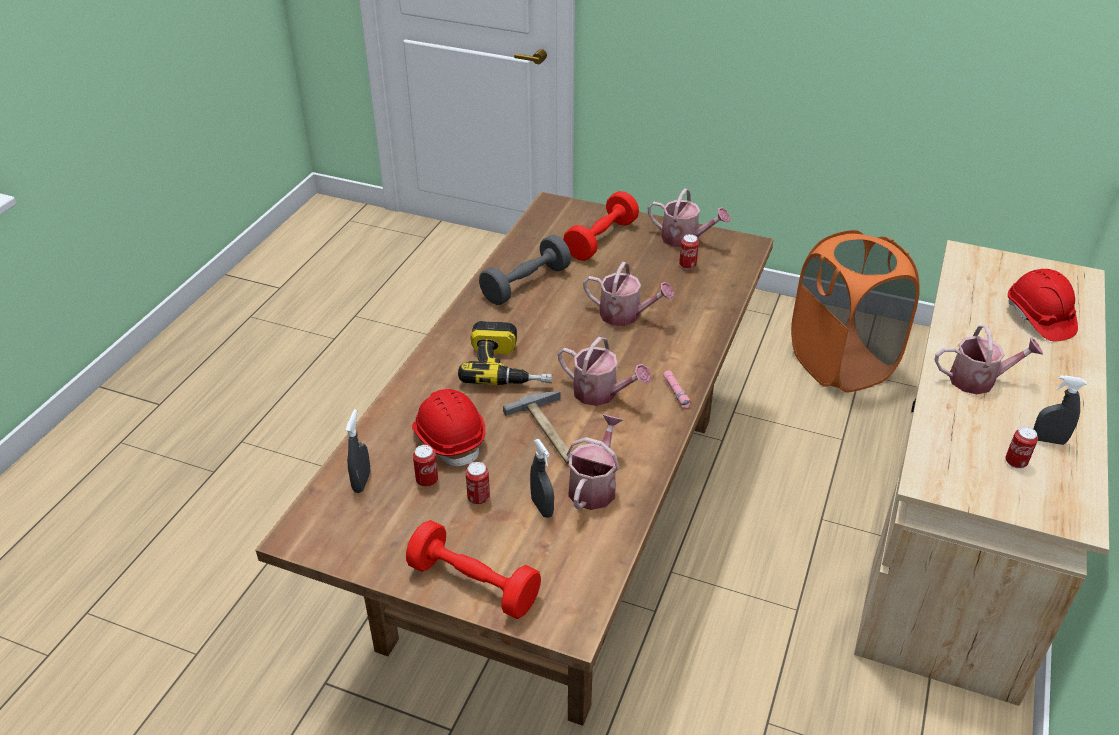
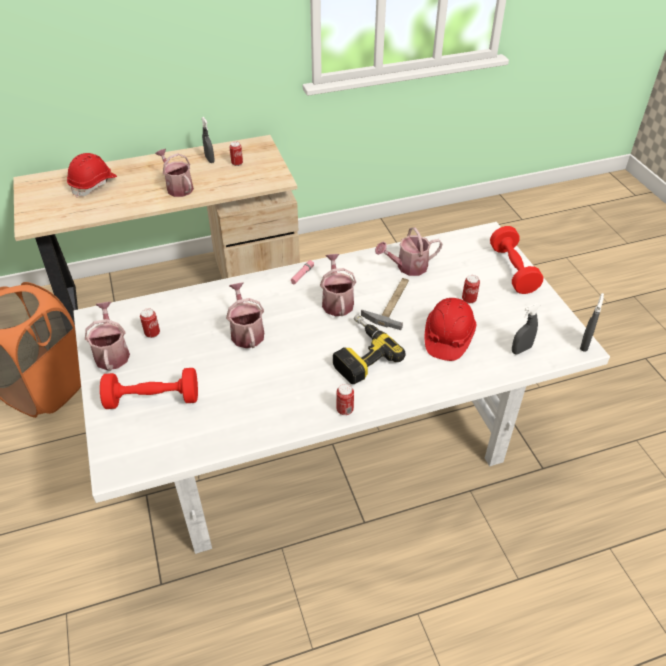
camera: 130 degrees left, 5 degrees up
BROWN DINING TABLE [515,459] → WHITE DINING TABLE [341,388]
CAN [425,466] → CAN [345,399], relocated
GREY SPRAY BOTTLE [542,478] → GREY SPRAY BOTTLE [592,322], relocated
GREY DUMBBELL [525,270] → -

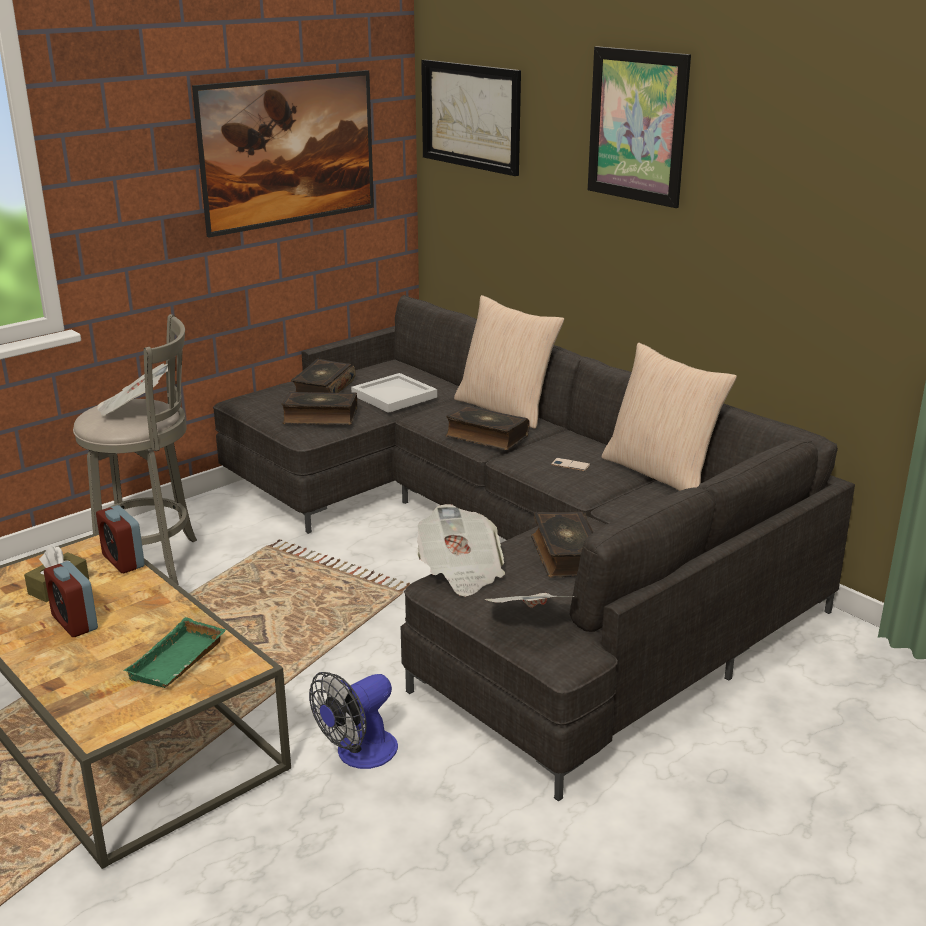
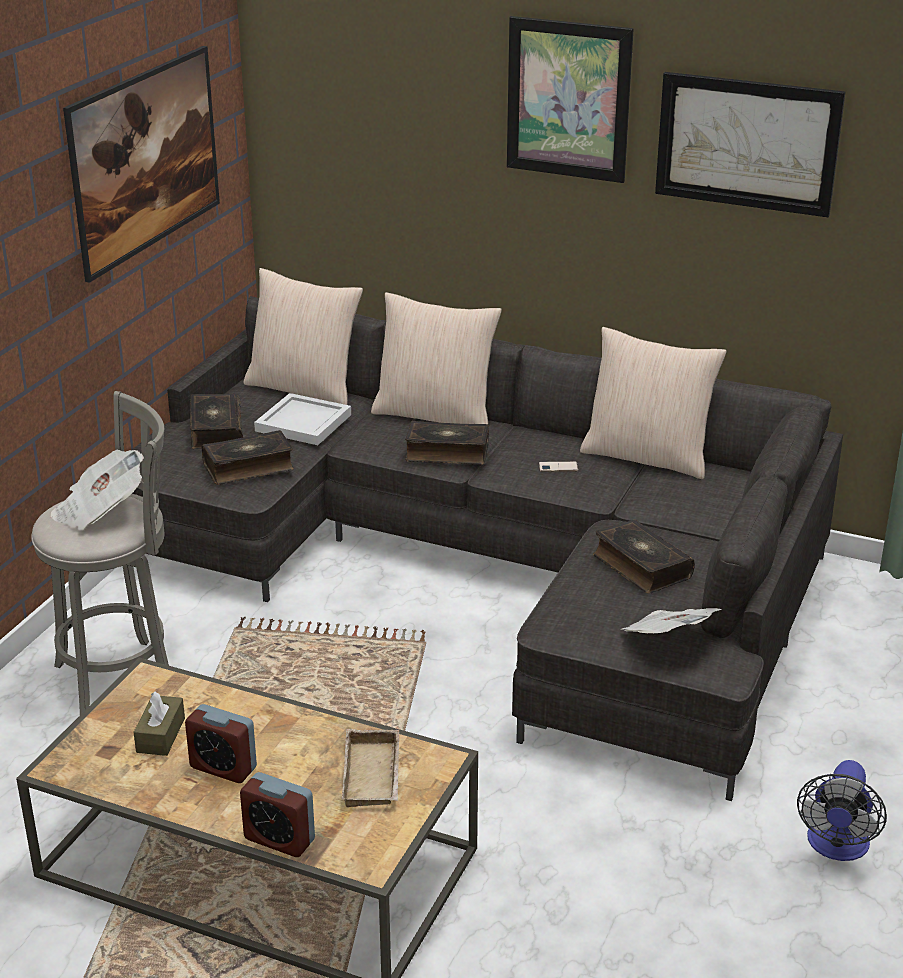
camera: 25 degrees left, 5 degrees up
ALARM CLOCK [120,539] → ALARM CLOCK [277,814], relocated
- → BEIGE PILLOW [303,336]
GREEN TRAY [174,652] → BEIGE TRAY [371,768]
PICTURE [471,118] → PICTURE [750,144], relocated
FAN [353,720] → FAN [842,810], relocated
NEWSPAPER [461,550] → -

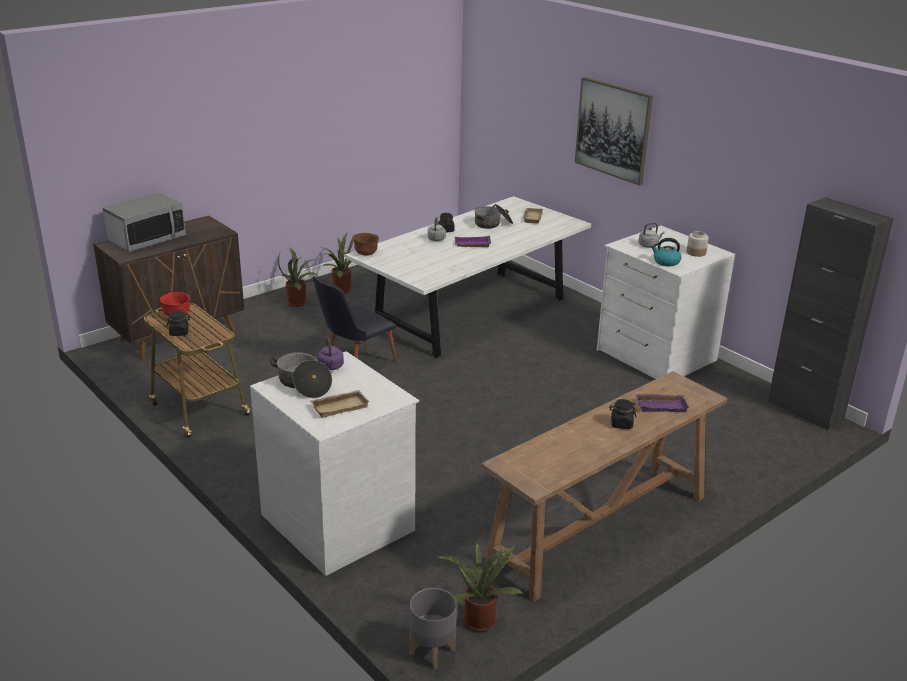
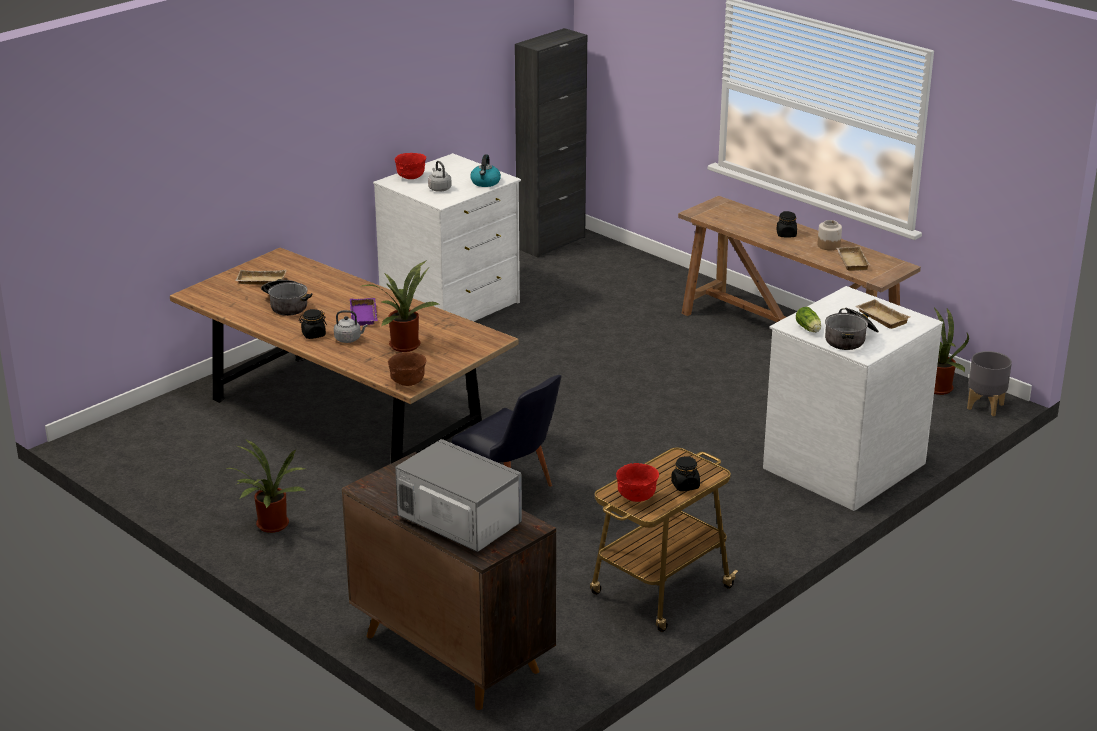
camera: 95 degrees left, 0 degrees up
WHITE DINING TABLE [468,277] → BROWN DINING TABLE [344,355]
POTTED PLANT [298,277] → POTTED PLANT [400,306], relocated
- → RED BOWL [410,166]
PURPLE KETTLE [330,353] → LETTUCE [808,319]
JAR [698,244] → JAR [829,235], relocated
- → BEIGE TRAY [853,259]
PICTURE [614,131] → -
PURPLE TRAY [662,403] → -

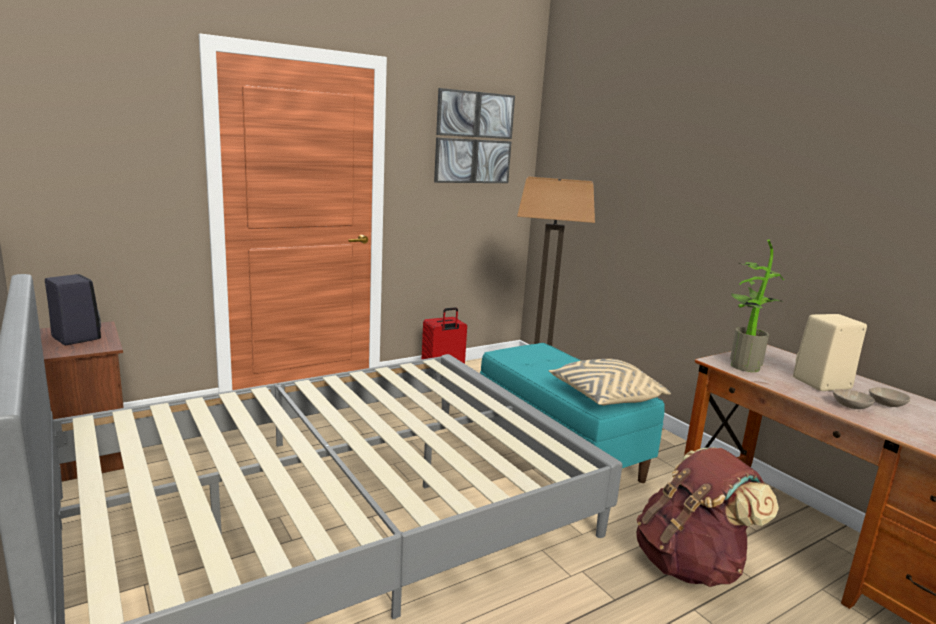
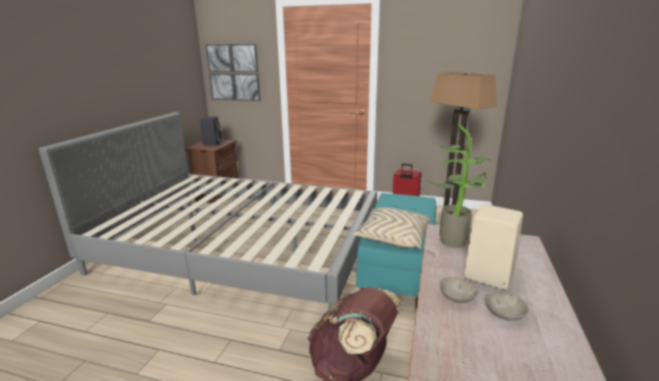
camera: 50 degrees right, 5 degrees up
PICTURE [474,135] → PICTURE [233,72], relocated

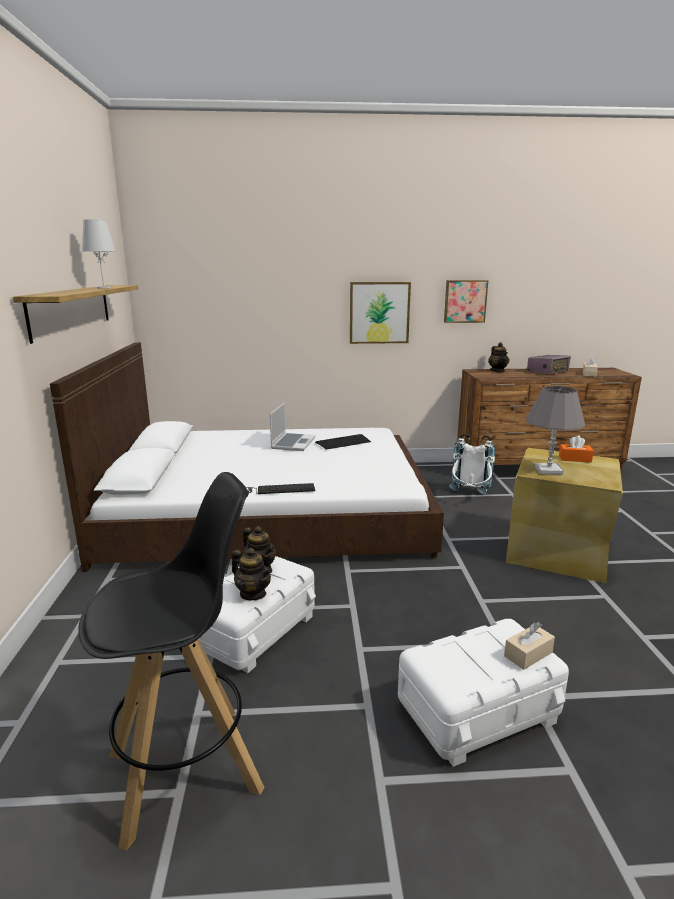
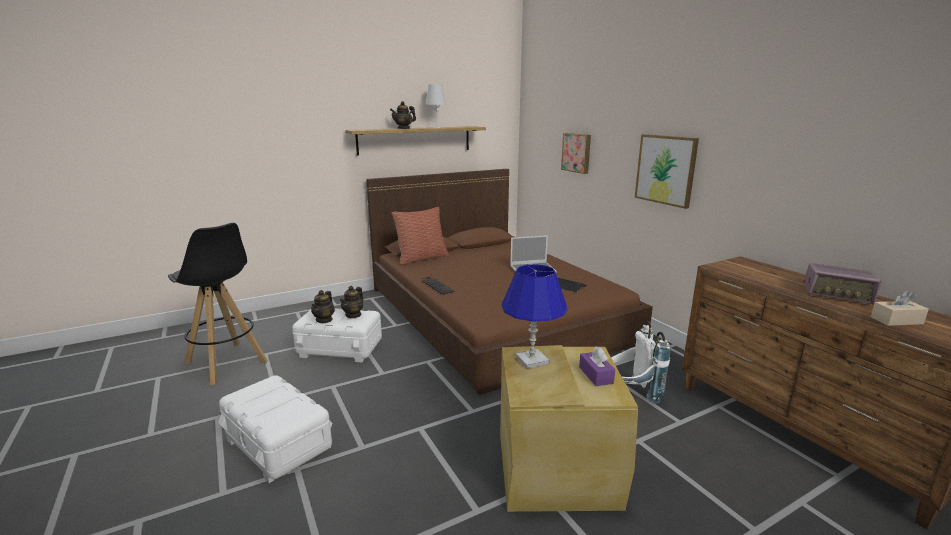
camera: 65 degrees right, 0 degrees up
WHITE BED [247,457] → BROWN BED [509,282]
TEAPOT [498,357] → TEAPOT [403,115], relocated
- → PILLOW [420,236]
GREY TABLE LAMP [556,430] → BLUE TABLE LAMP [534,316]
PICTURE [466,301] → PICTURE [576,153], relocated
ORANGE TISSUE BOX [576,449] → PURPLE TISSUE BOX [597,366]
BEIGE TISSUE BOX [529,646] → -

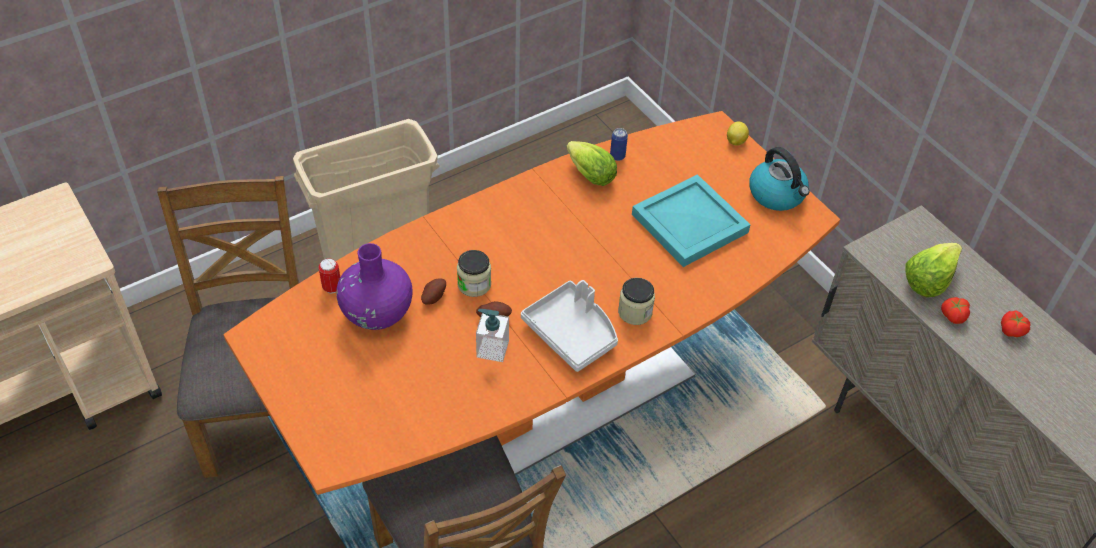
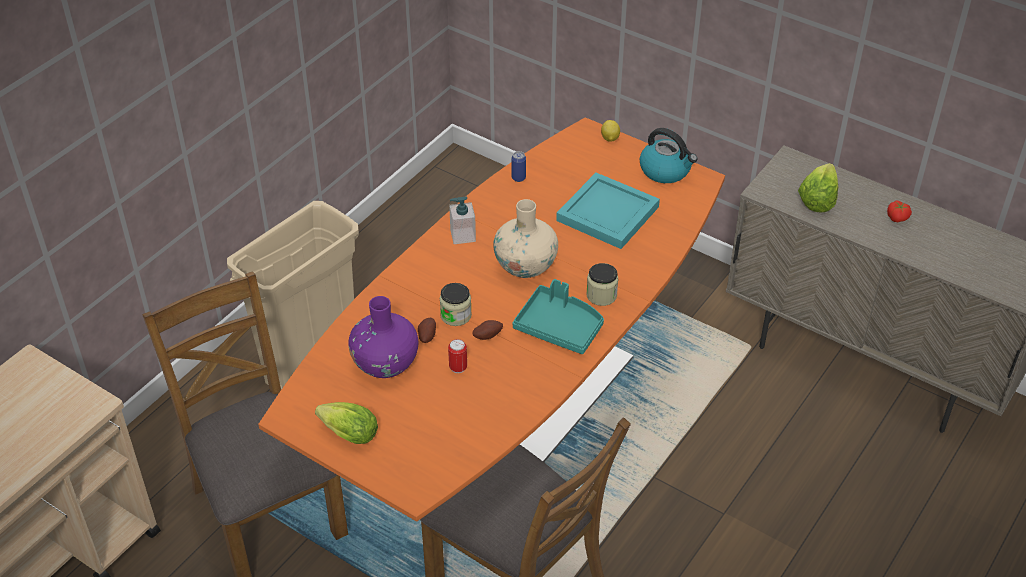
camera: 20 degrees left, 5 degrees down
LETTUCE [591,163] → LETTUCE [346,423], relocated
CAN [329,276] → CAN [457,356], relocated
SOAP DISPENSER [492,335] → SOAP DISPENSER [462,220], relocated
- → BEIGE VASE [525,238]
GREY TRAY [569,326] → TURQUOISE TRAY [558,316]
TOMATO [955,310] → -

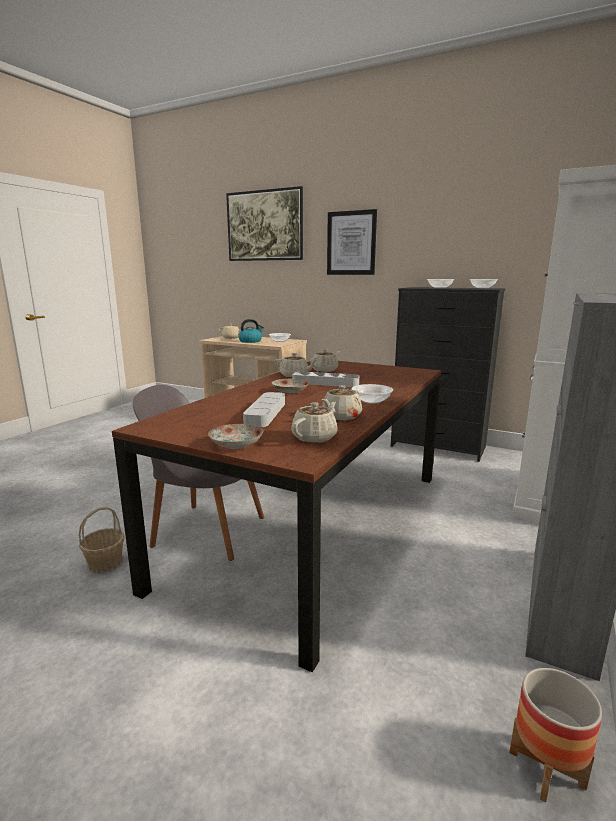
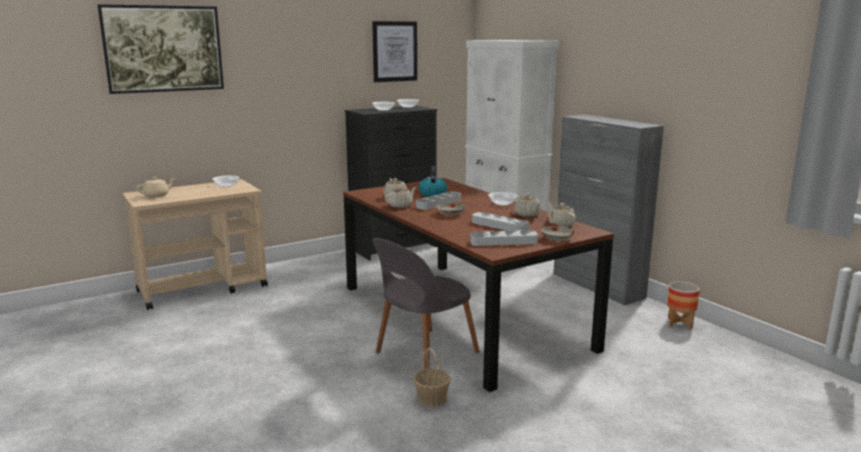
camera: 60 degrees left, 0 degrees up
PICTURE [352,242] → PICTURE [394,51], relocated
KETTLE [251,331] → KETTLE [433,181], relocated
- → GREY TRAY [504,238]

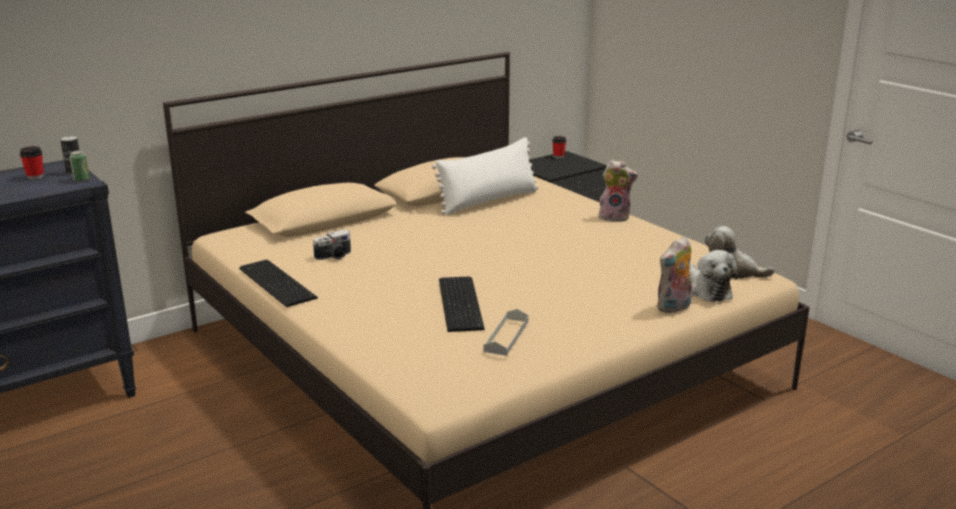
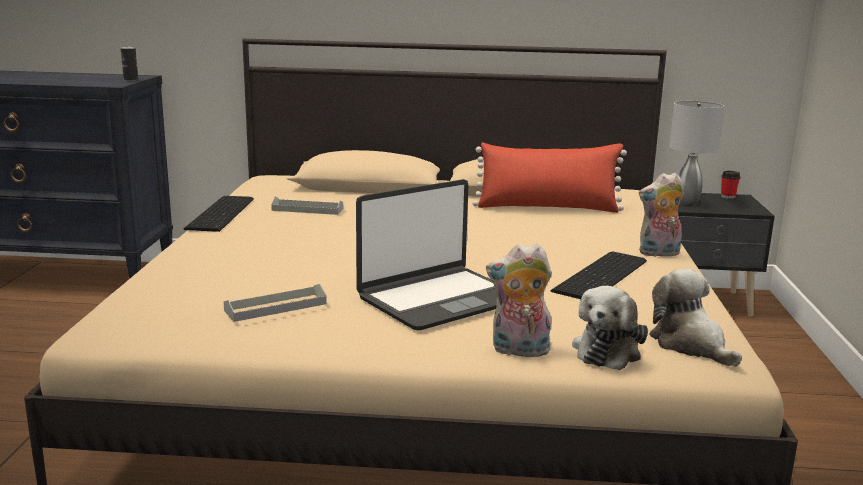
camera: 40 degrees right, 5 degrees down
PHOTO CAMERA [332,245] → GREY TRAY [307,206]
- → LAPTOP [426,254]
WHITE PILLOW [484,176] → RED PILLOW [549,178]
KEYBOARD [462,304] → KEYBOARD [599,275], relocated
PLUSH TOY [618,191] → PLUSH TOY [661,215], 120 degrees clockwise
- → GREY TABLE LAMP [696,153]
CUP [32,163] → -
CAN [80,166] → -

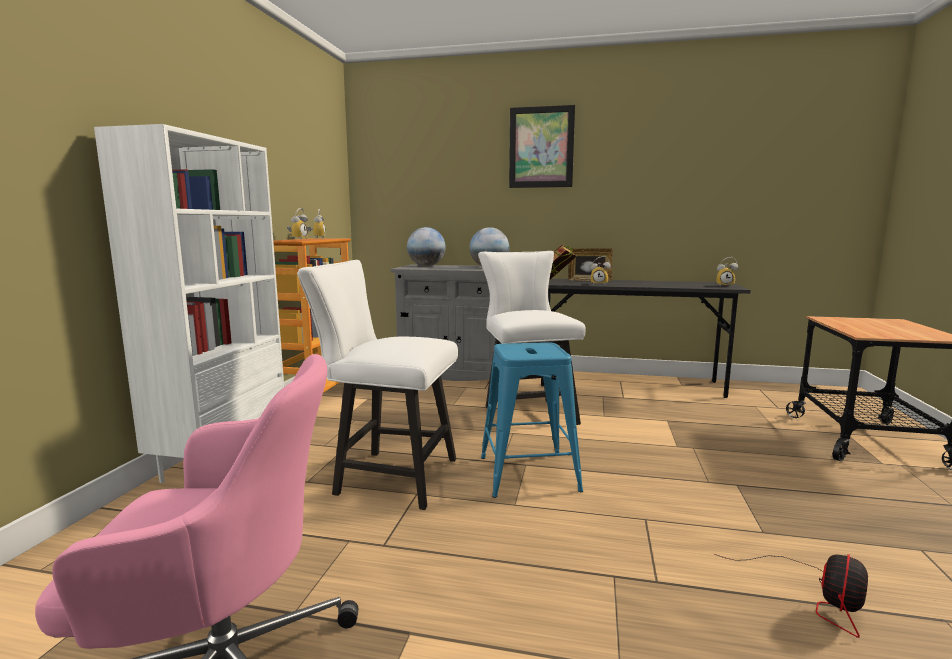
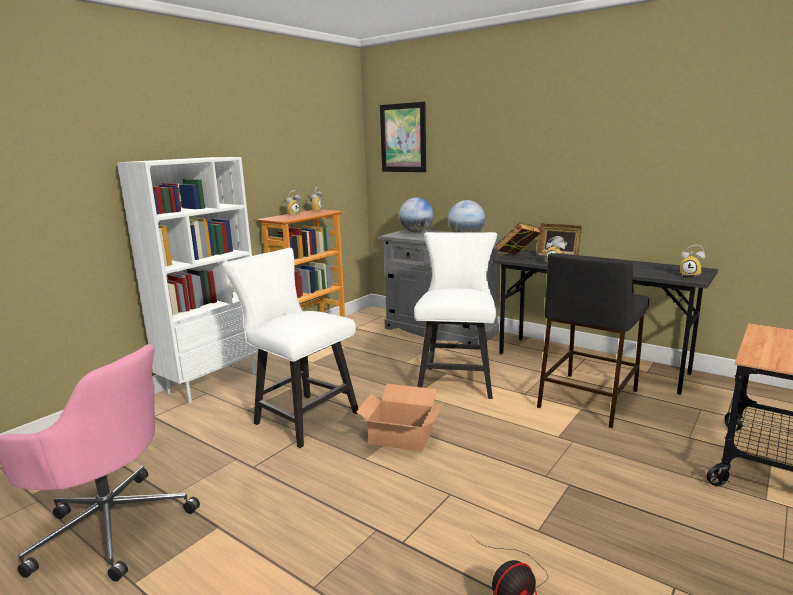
camera: 25 degrees right, 5 degrees up
BLUE STOOL [532,420] → CARDBOARD BOX [400,418]
PICTURE [542,146] → PICTURE [403,137], relocated
- → BLACK STOOL [593,340]

